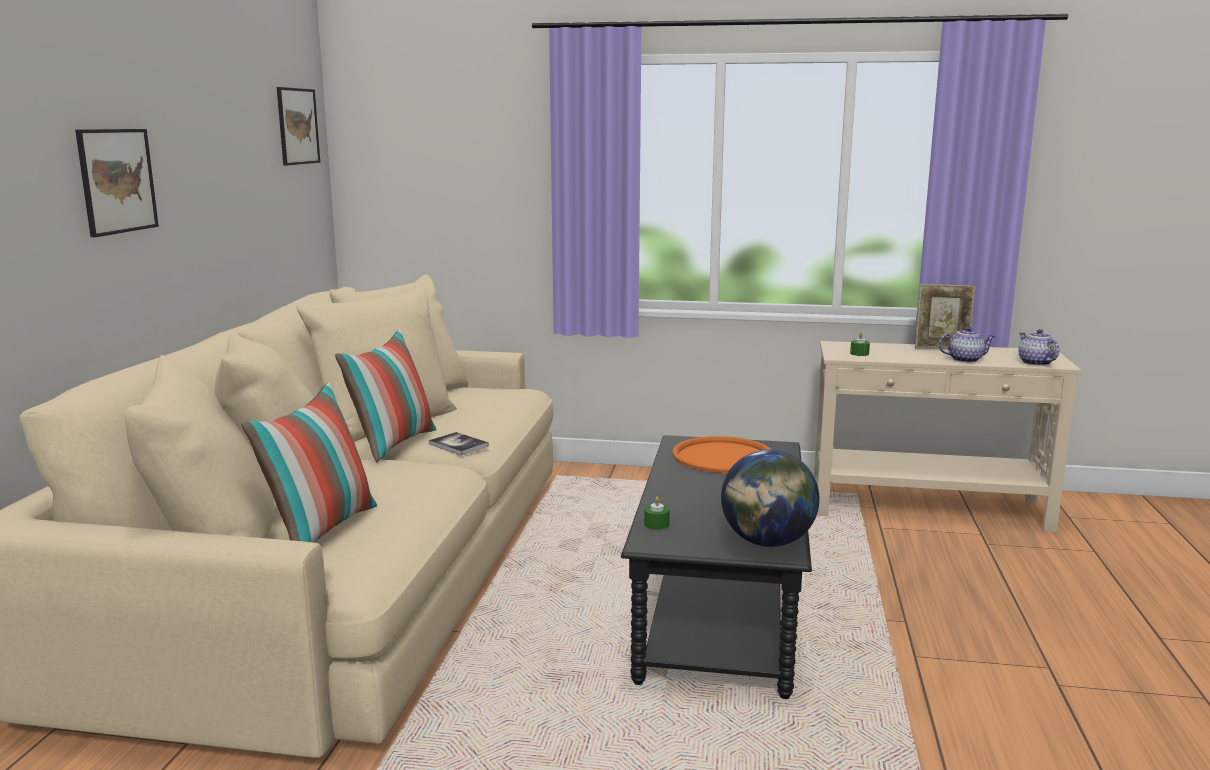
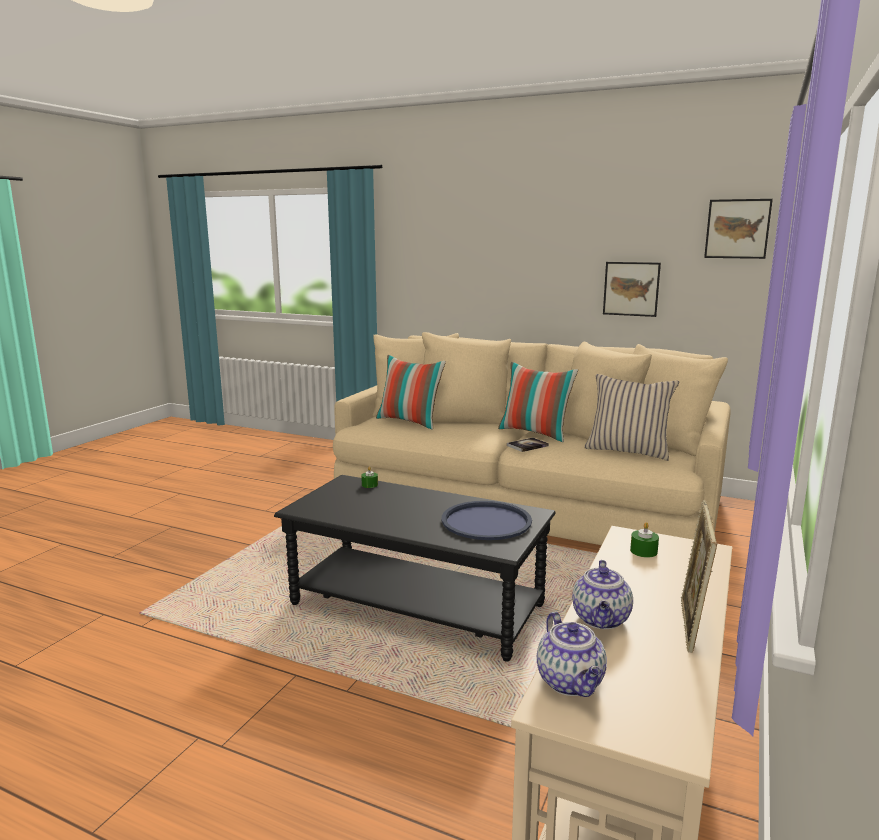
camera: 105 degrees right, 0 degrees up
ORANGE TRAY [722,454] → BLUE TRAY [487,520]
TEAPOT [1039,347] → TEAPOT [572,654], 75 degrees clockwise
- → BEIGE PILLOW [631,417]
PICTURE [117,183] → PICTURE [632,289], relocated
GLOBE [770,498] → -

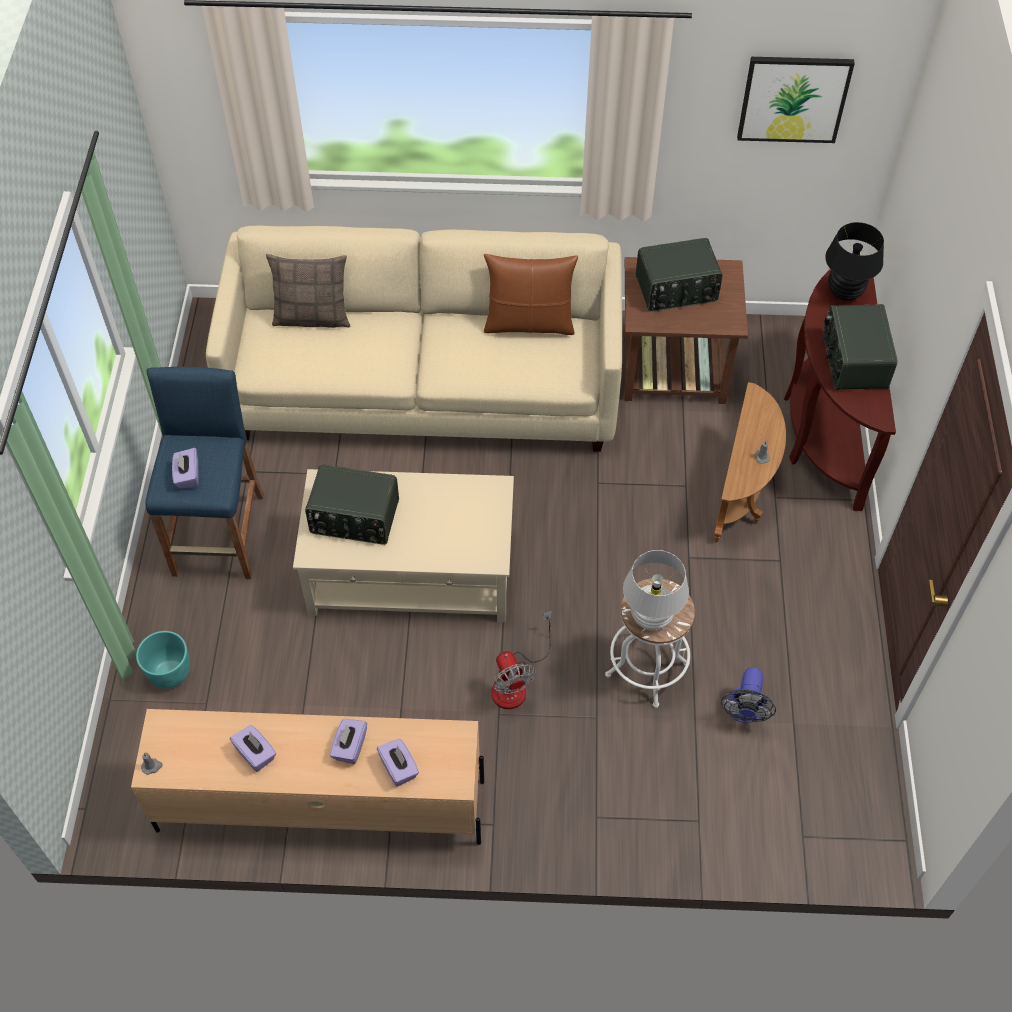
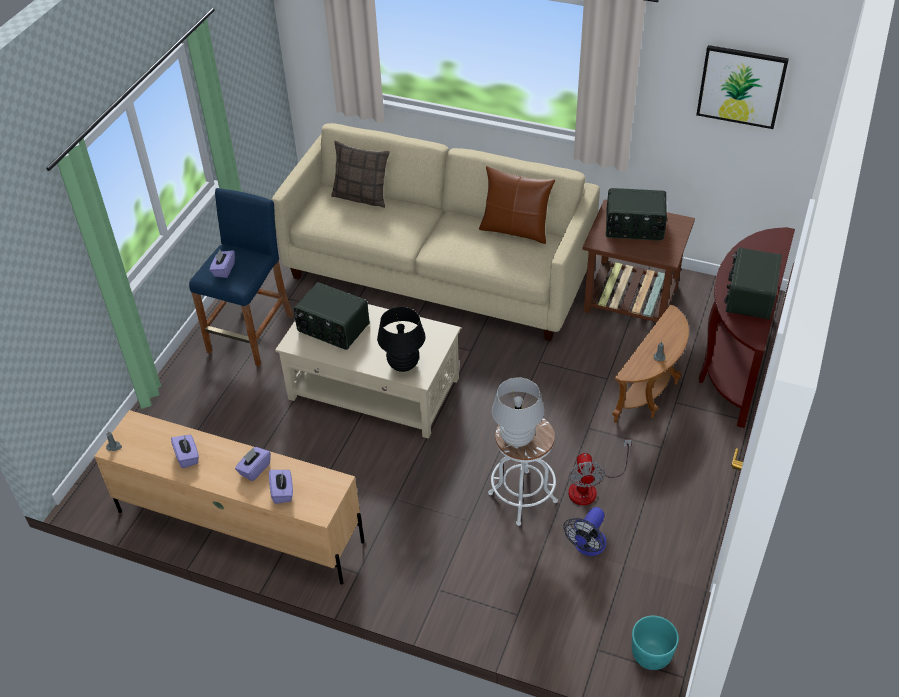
camera: 20 degrees right, 10 degrees down
BLACK TABLE LAMP [854,261] → BLACK TABLE LAMP [401,339], relocated
FAN [521,660] → FAN [600,472], relocated
TURQUOISE PLANTER [163,660] → TURQUOISE PLANTER [655,643], relocated

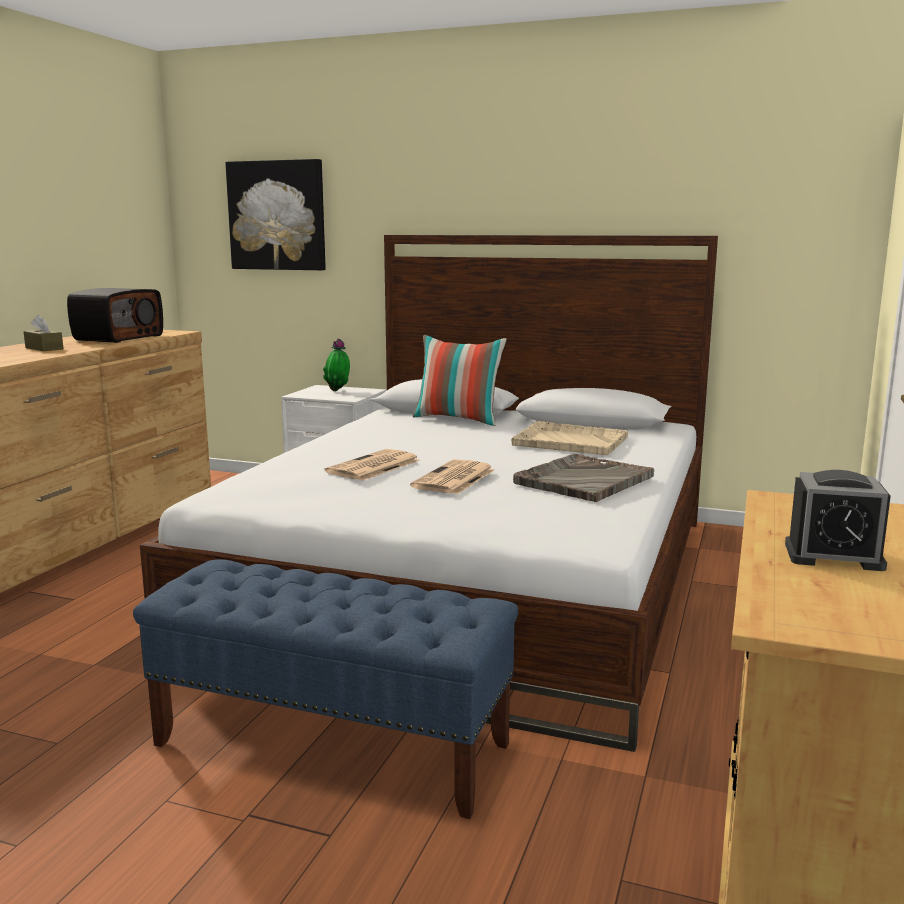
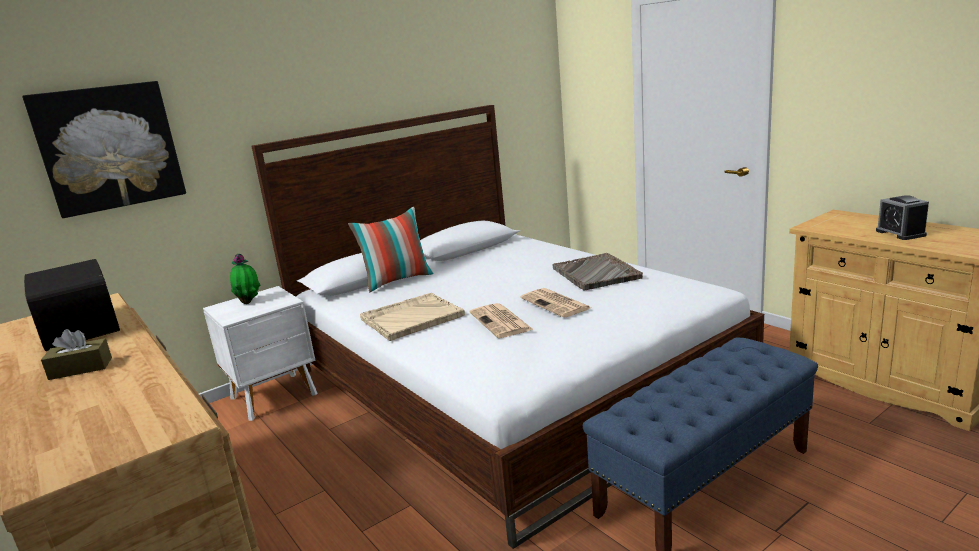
camera: 55 degrees left, 5 degrees up
BEIGE TRAY [569,438] → BEIGE TRAY [412,317], relocated
ALARM CLOCK [838,520] → ALARM CLOCK [902,217], 120 degrees clockwise

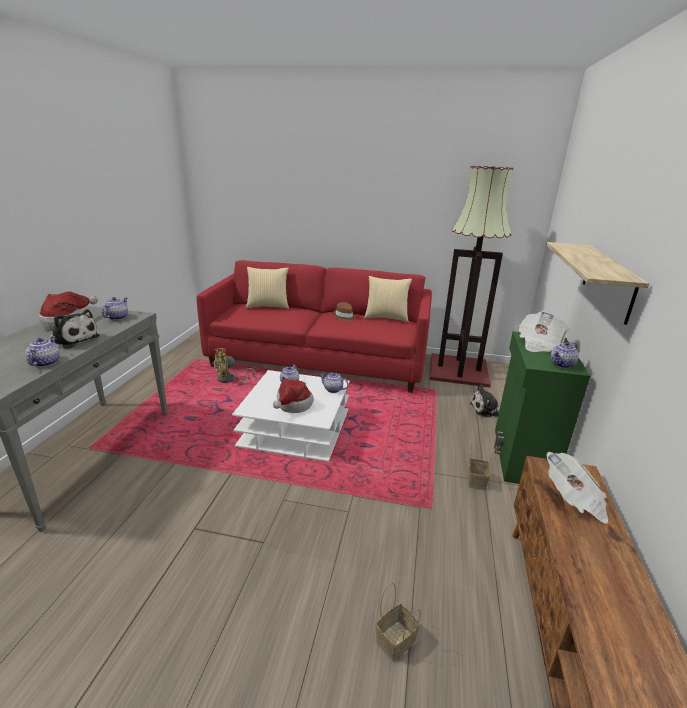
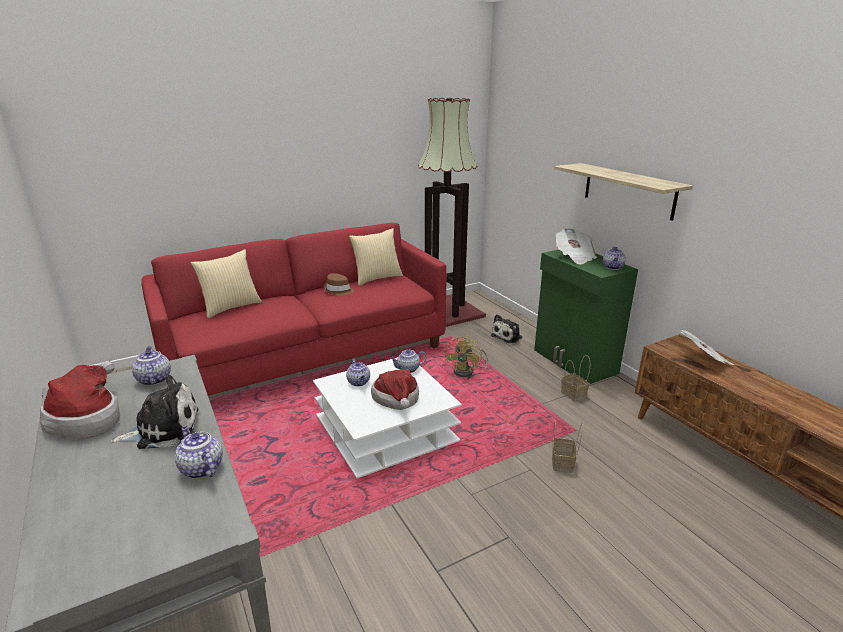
camera: 40 degrees left, 0 degrees up
YELLOW FAN [235,365] → YELLOW FAN [466,356], relocated
BASKET [398,622] → BASKET [567,446], relocated

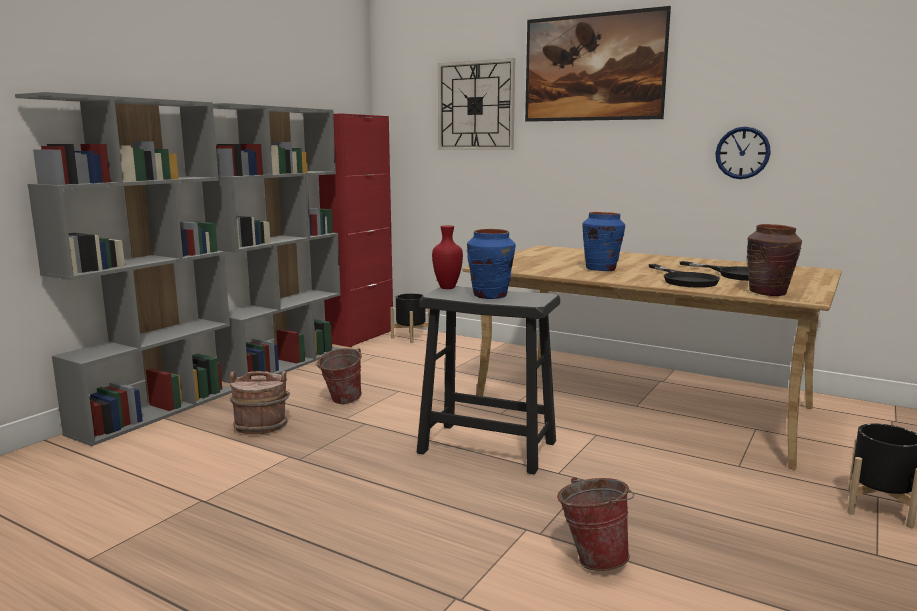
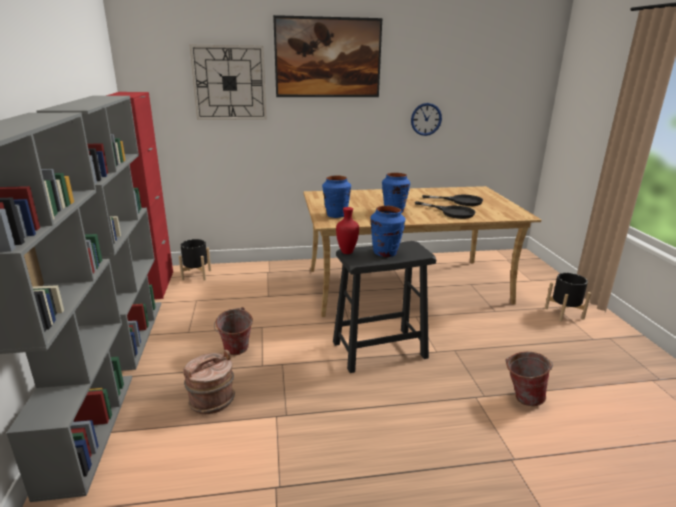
camera: 40 degrees left, 10 degrees up
- → BLUE VASE [336,196]
BROWN VASE [774,260] → -

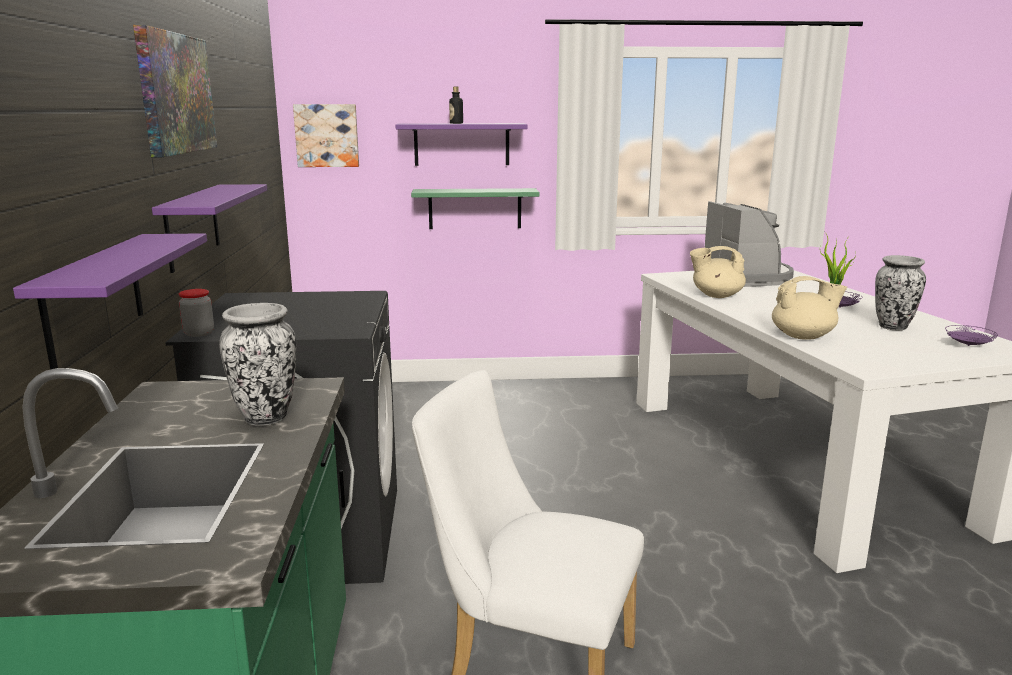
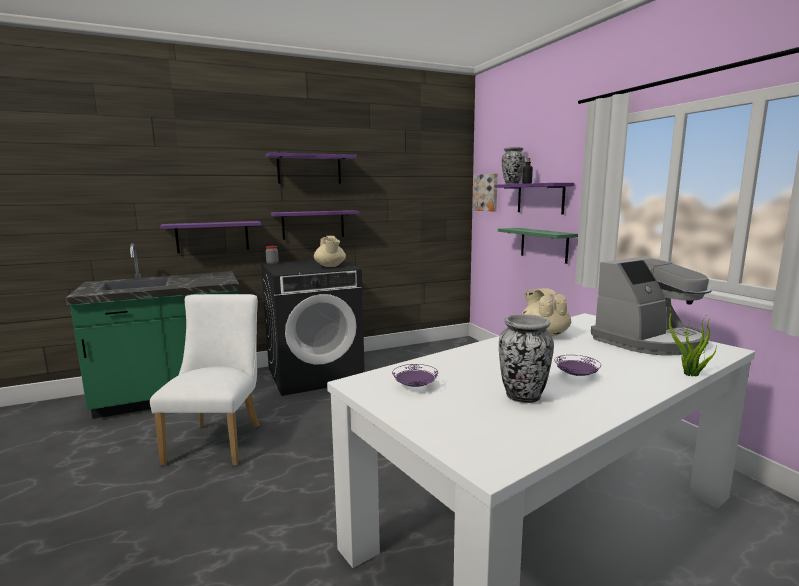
camera: 70 degrees right, 5 degrees down
PICTURE [175,91] → PURPLE SHELF [311,168]
BEIGE TEAPOT [809,307] → BEIGE TEAPOT [330,251], relocated
PURPLE PLATE [971,335] → PURPLE PLATE [415,375], relocated
VASE [257,364] → VASE [513,165], relocated

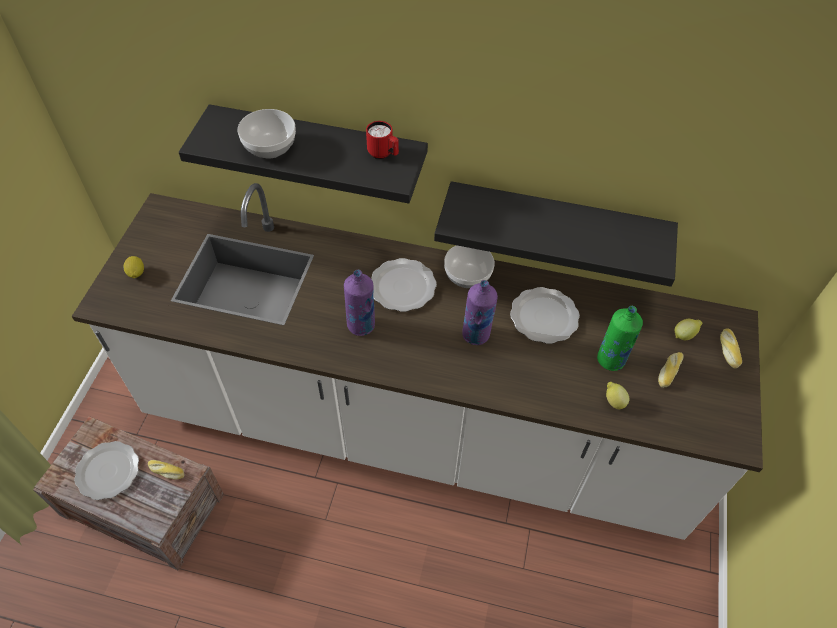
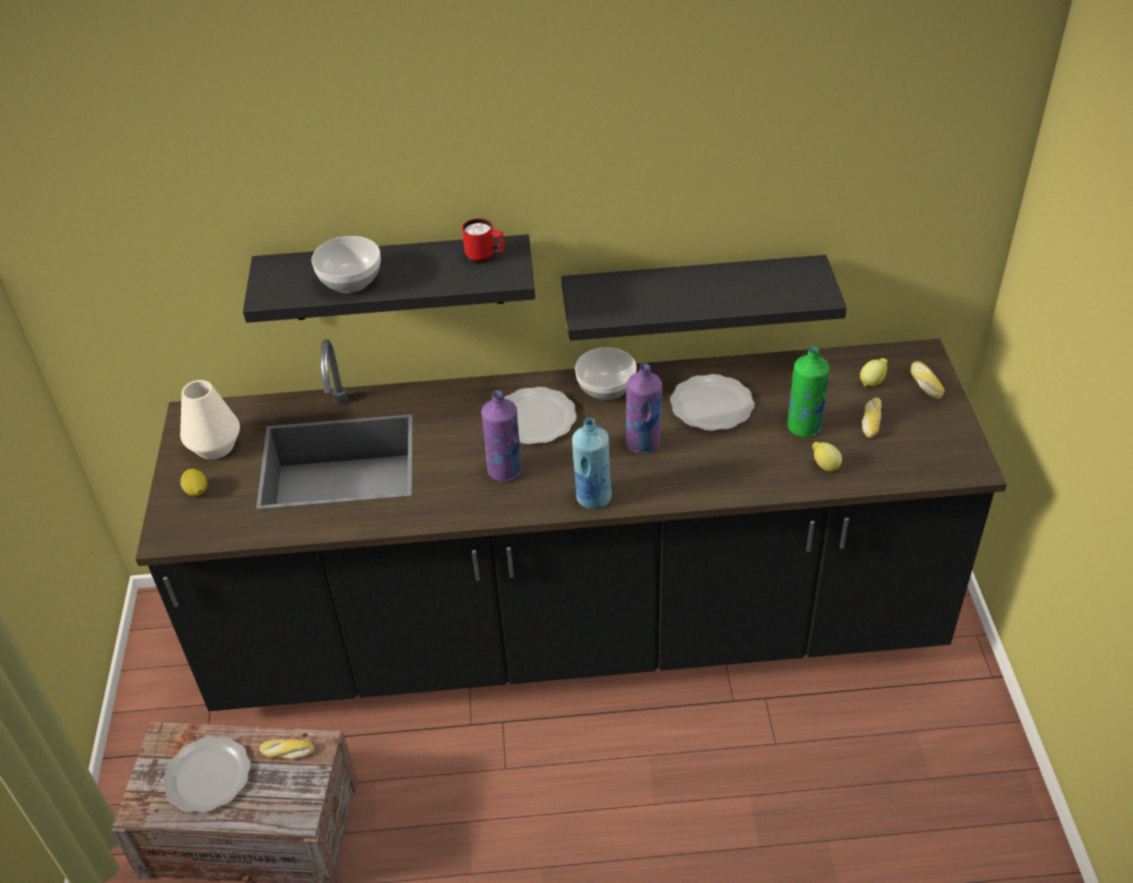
camera: 15 degrees left, 10 degrees down
WHITE COUNTER [417,361] → BLACK COUNTER [571,525]
- → WHITE VASE [210,420]
- → BLUE BOTTLE [592,463]

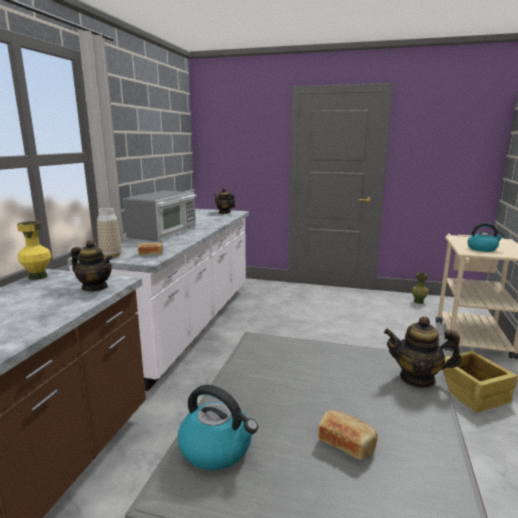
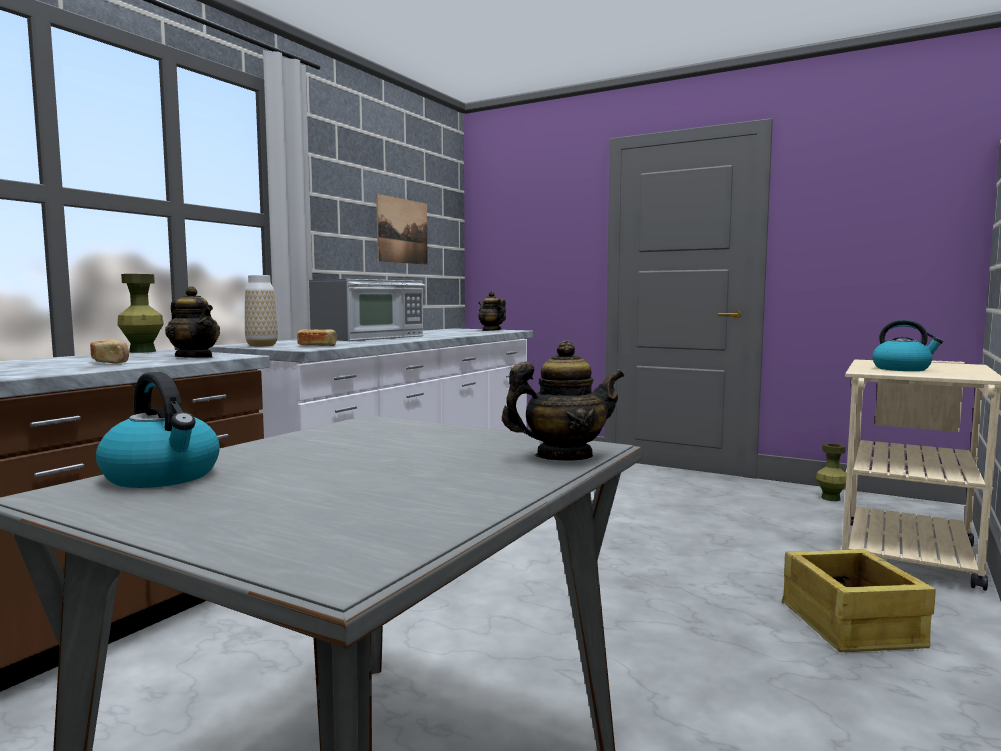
camera: 15 degrees right, 10 degrees down
BREAD [348,435] → BREAD [109,351], relocated
YELLOW VASE [34,250] → GREEN VASE [141,313]
- → PICTURE [402,229]
TEAPOT [423,352] → TEAPOT [563,400], 135 degrees clockwise

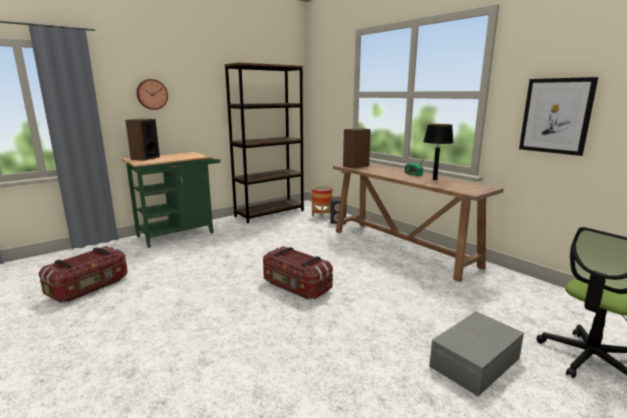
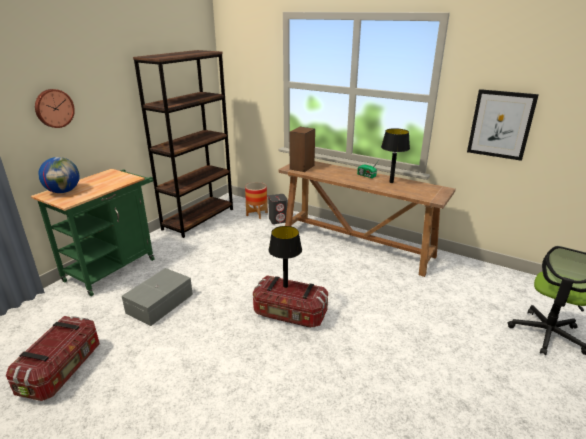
camera: 20 degrees left, 10 degrees up
SPEAKER [142,140] → GLOBE [59,175]
GREY STORAGE BOX [476,353] → GREY STORAGE BOX [157,297], relocated
- → BLACK TABLE LAMP [285,257]

